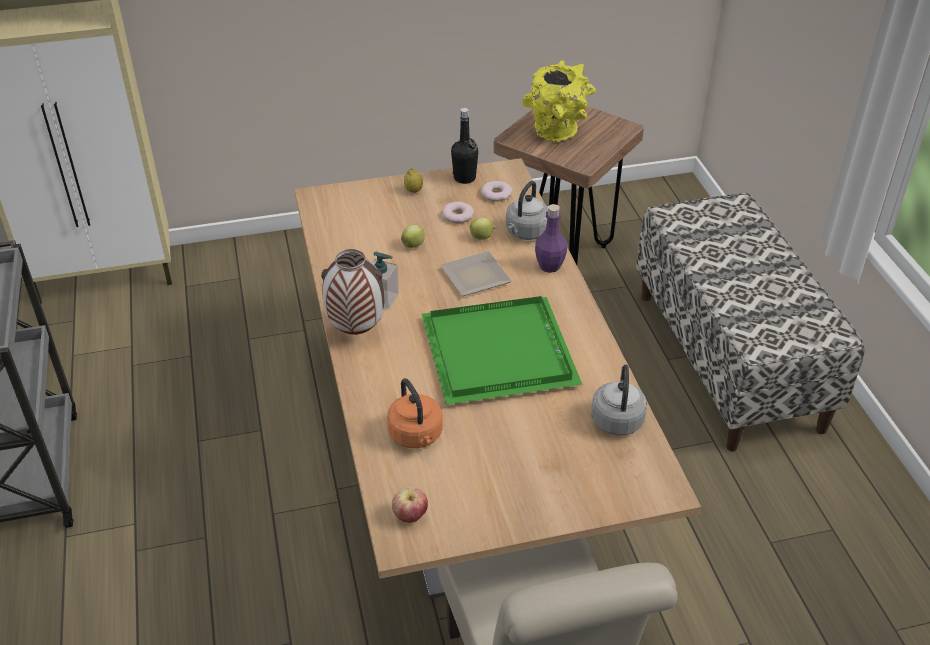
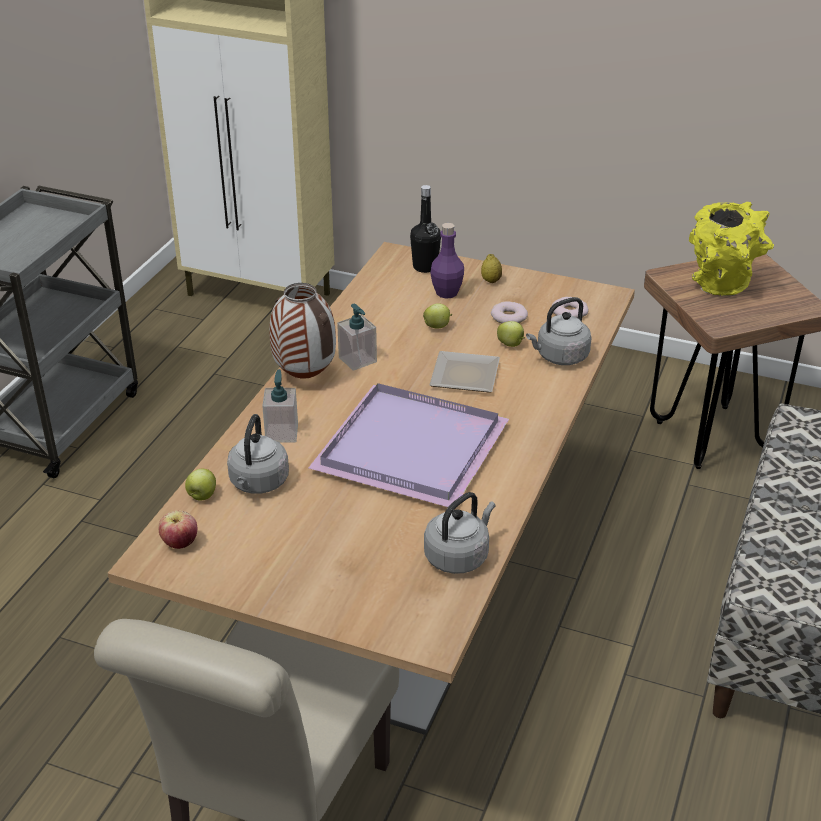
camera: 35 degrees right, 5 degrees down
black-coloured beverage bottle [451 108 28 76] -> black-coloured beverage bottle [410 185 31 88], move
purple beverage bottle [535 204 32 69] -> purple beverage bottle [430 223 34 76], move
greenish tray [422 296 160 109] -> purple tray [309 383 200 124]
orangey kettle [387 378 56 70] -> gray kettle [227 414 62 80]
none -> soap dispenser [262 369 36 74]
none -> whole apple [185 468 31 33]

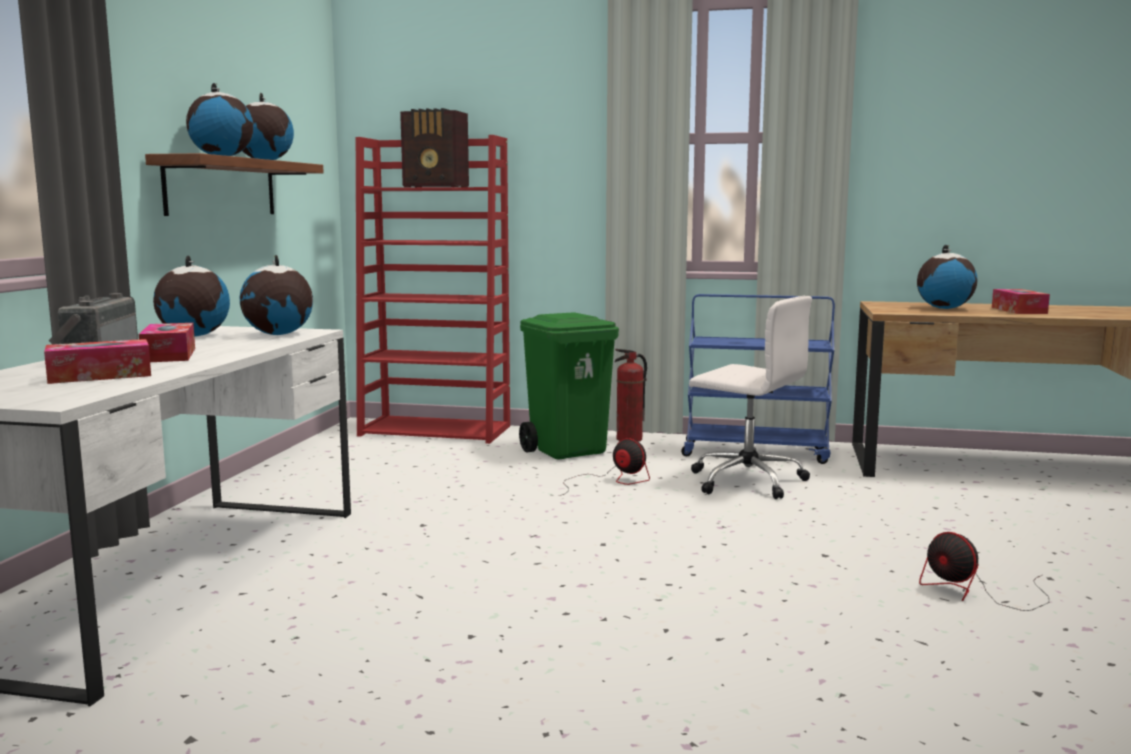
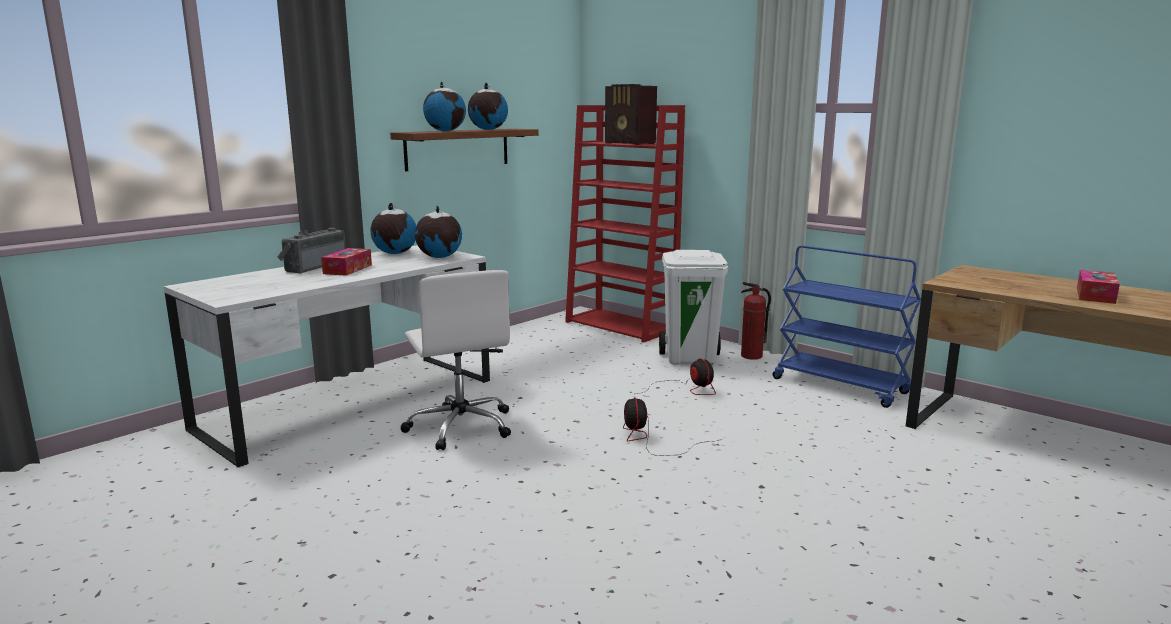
camera: 30 degrees right, 5 degrees up
desk globe [917 245 60 64] -> none
white computer chair [689 296 123 203] -> white computer chair [400 270 111 180], move
greenish waste bin [519 312 100 147] -> white waste bin [659 250 69 115]
tissue holder [44 339 107 45] -> none
cooling fan [919 532 130 79] -> cooling fan [623 397 92 59], move

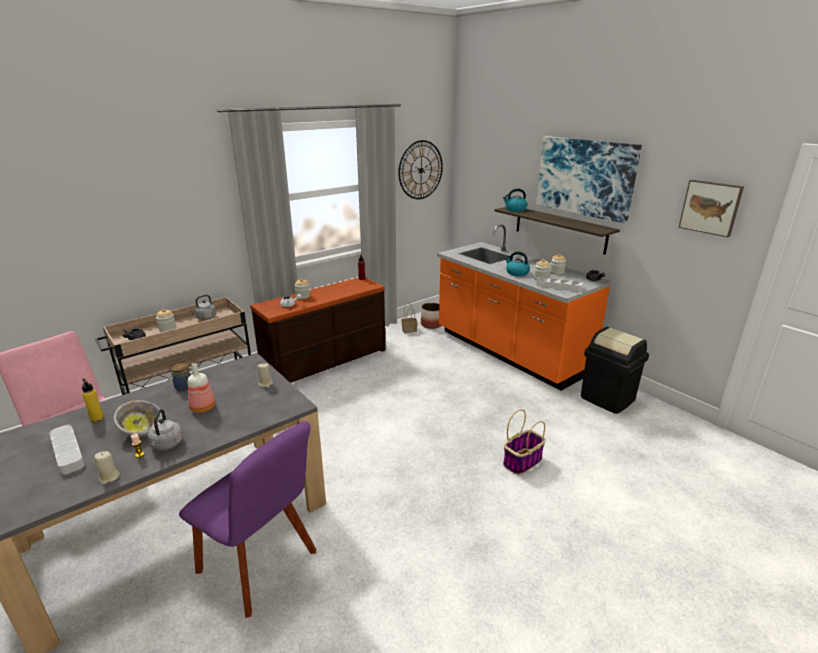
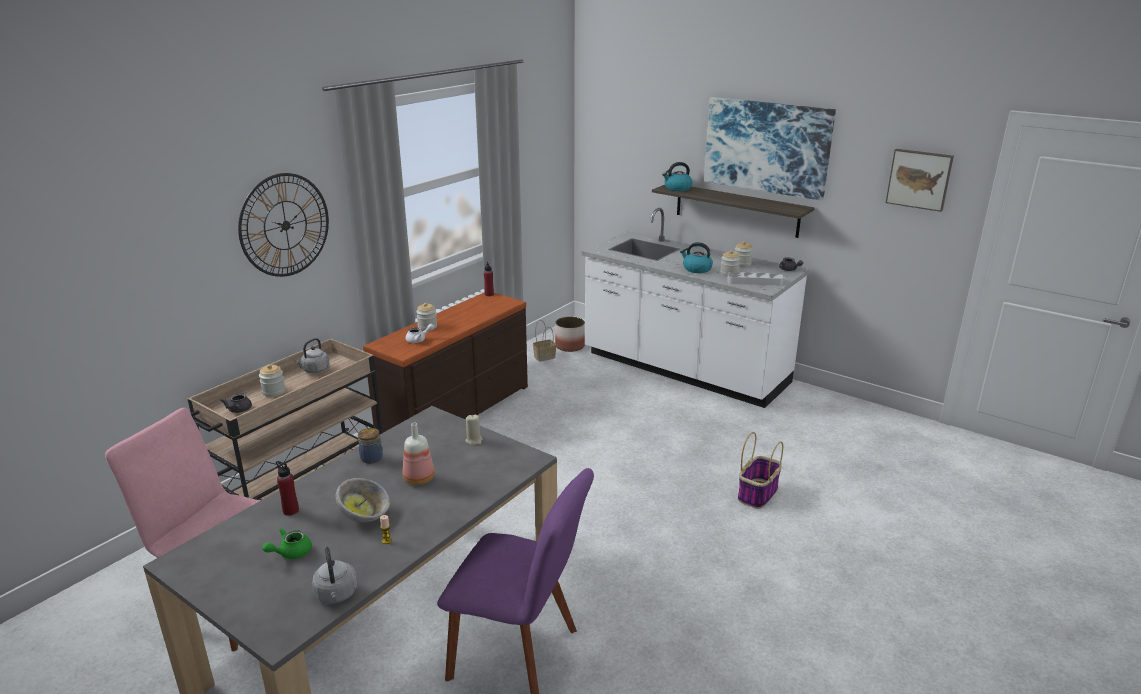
camera: 15 degrees left, 0 degrees up
wall clock [399 140 44 59] -> wall clock [238 173 91 104], move
orangey kitchen base unit [437 224 175 167] -> white kitchen base unit [582 208 227 200]
black-coloured waste bin [581 327 68 87] -> none
yellowish beverage bottle [82 378 22 44] -> red-coloured beverage bottle [276 461 23 55]
gray kettle [147 409 36 41] -> gray kettle [312 547 45 57], move
gray tray [49 425 36 49] -> greenish pot for tea [262 528 50 31]
sand-coloured wax light [94 451 26 34] -> none

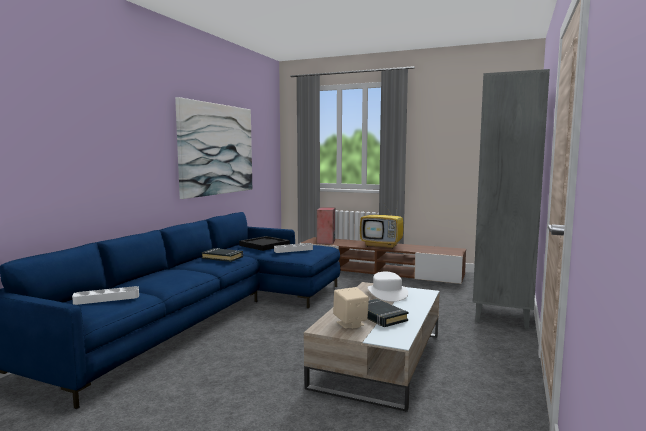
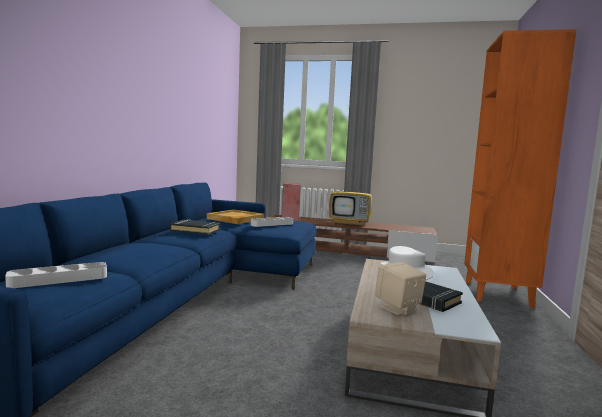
camera: 10 degrees left, 0 degrees up
gray bookshelf [473 69 77 260] -> orangey bookshelf [464 29 113 279]
wall art [175 97 77 102] -> none
black-coloured tray [239 236 51 15] -> sand-coloured tray [207 209 57 15]

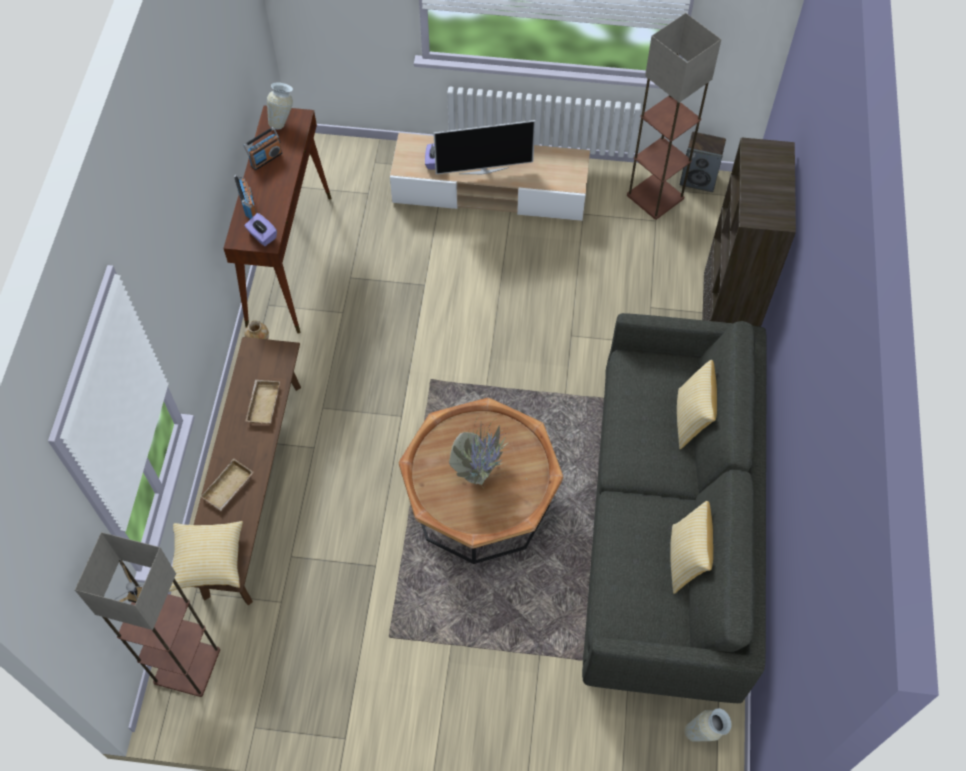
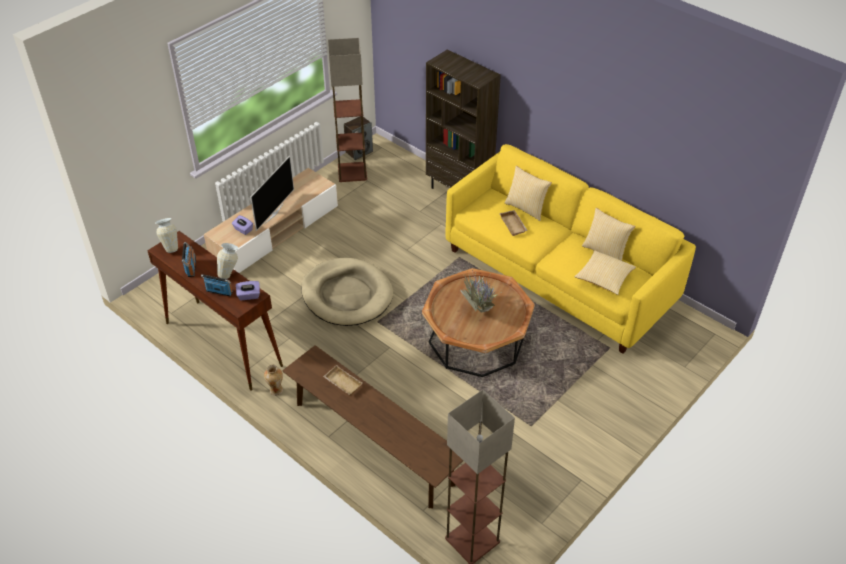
camera: 55 degrees left, 15 degrees down
gray sofa [582 313 185 390] -> yellowish sofa [446 144 250 209]
sand-coloured tray [200 458 53 53] -> sand-coloured tray [499 210 29 26], move
throw pillow [169 521 74 71] -> throw pillow [575 250 61 45], move
decorative vase [685 708 46 34] -> decorative vase [217 243 21 36], move
none -> sand-coloured pet bed [301 257 92 69]

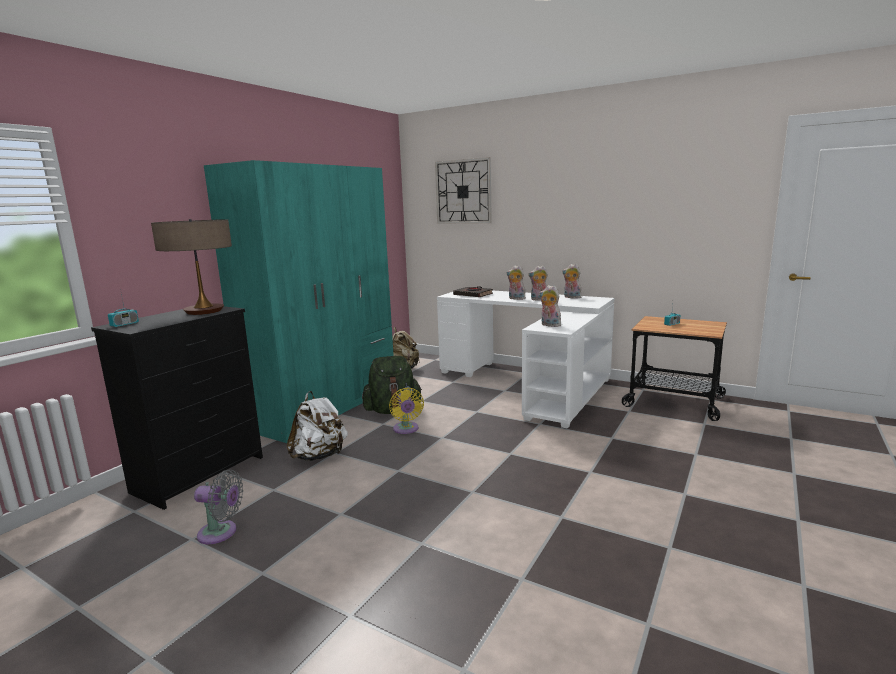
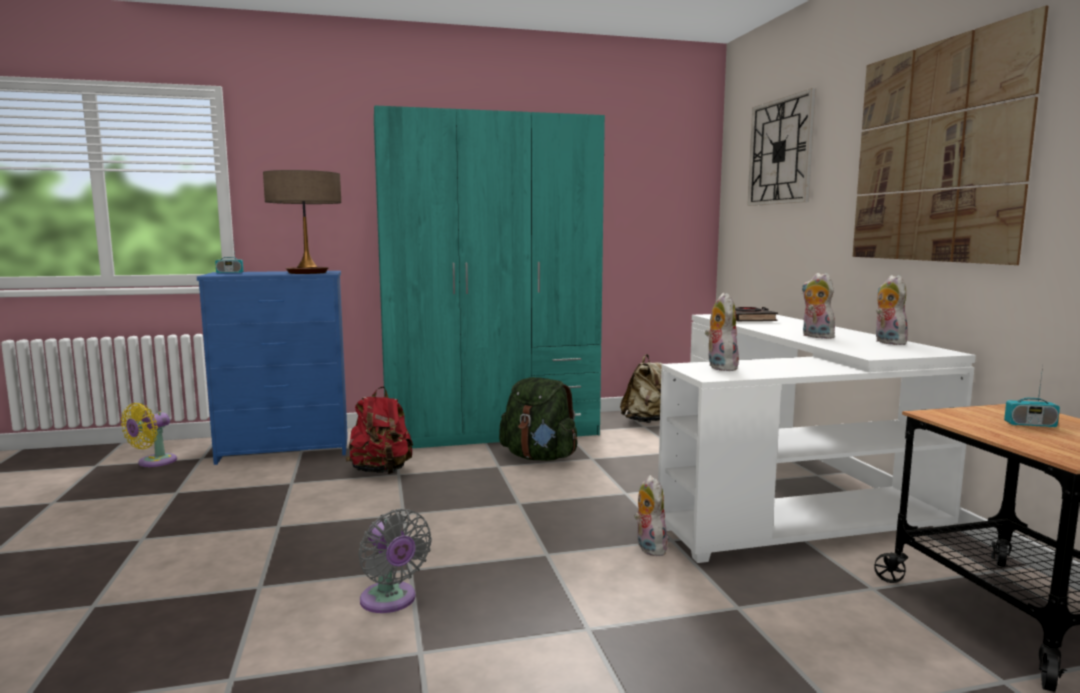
camera: 45 degrees right, 5 degrees down
plush toy [506 265 20 35] -> plush toy [634 475 34 81], move
black-coloured drawer chest [91 306 172 204] -> bluish drawer chest [197 271 151 194]
yellowish cooling fan [389 387 35 47] -> yellowish cooling fan [121 403 56 64], move
white rucksack [287 391 61 70] -> red-coloured rucksack [346 387 67 87]
gray cooling fan [194 470 49 74] -> gray cooling fan [358 509 74 104], move
none -> wall art [853 5 195 260]

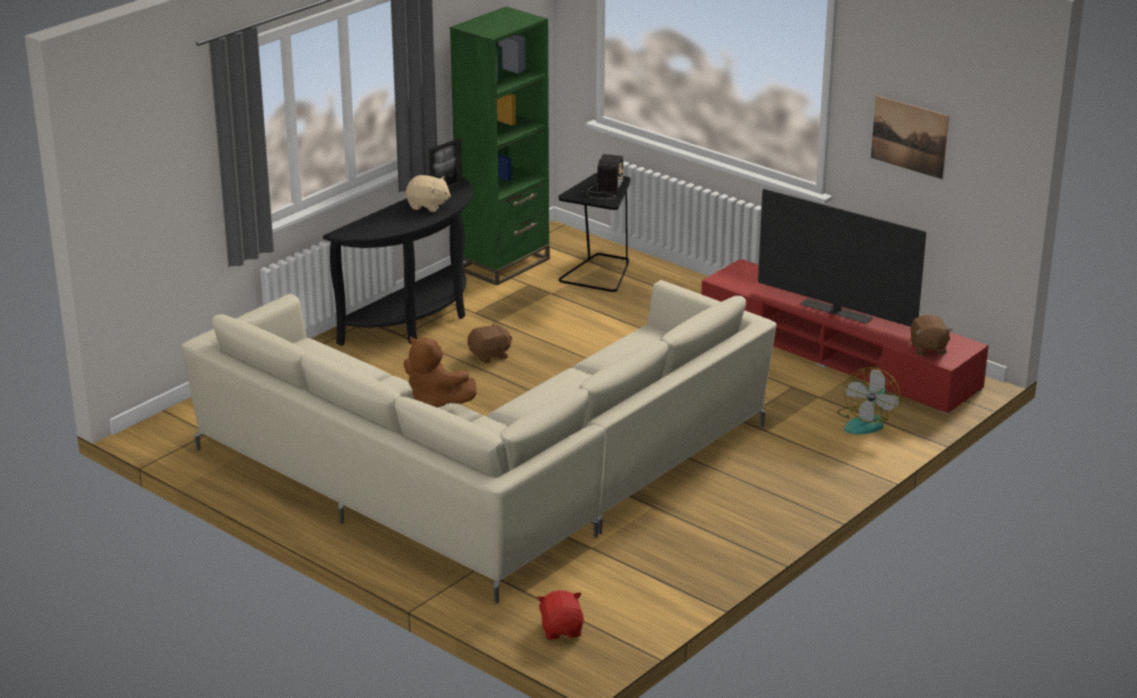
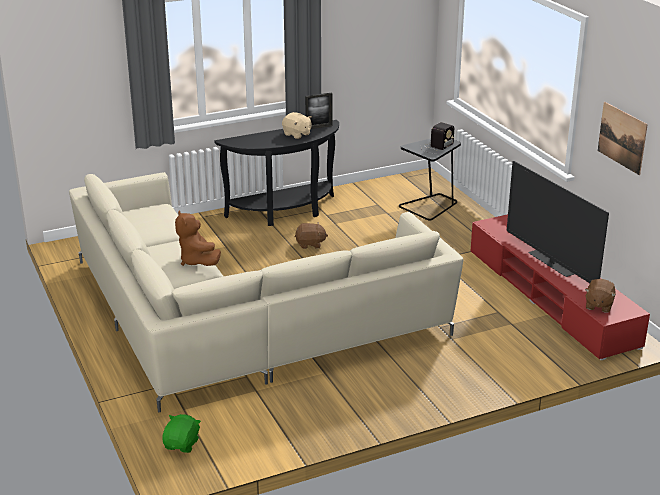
camera: 25 degrees right, 0 degrees up
greenish bookshelf [450 7 100 278] -> none
cooling fan [837 367 64 67] -> none
red-coloured plush toy [537 590 47 50] -> greenish plush toy [162 414 39 39]

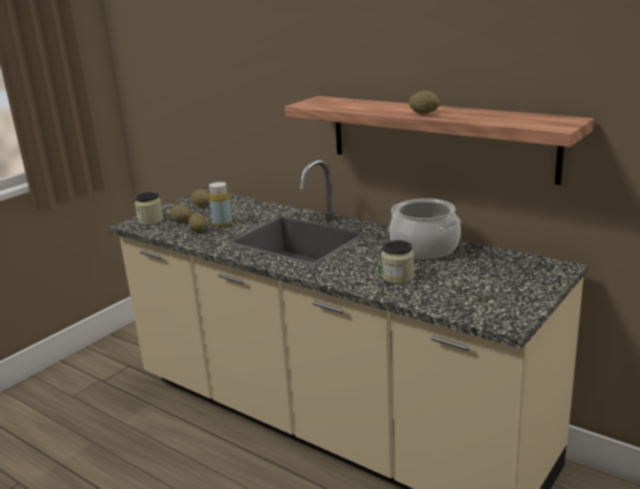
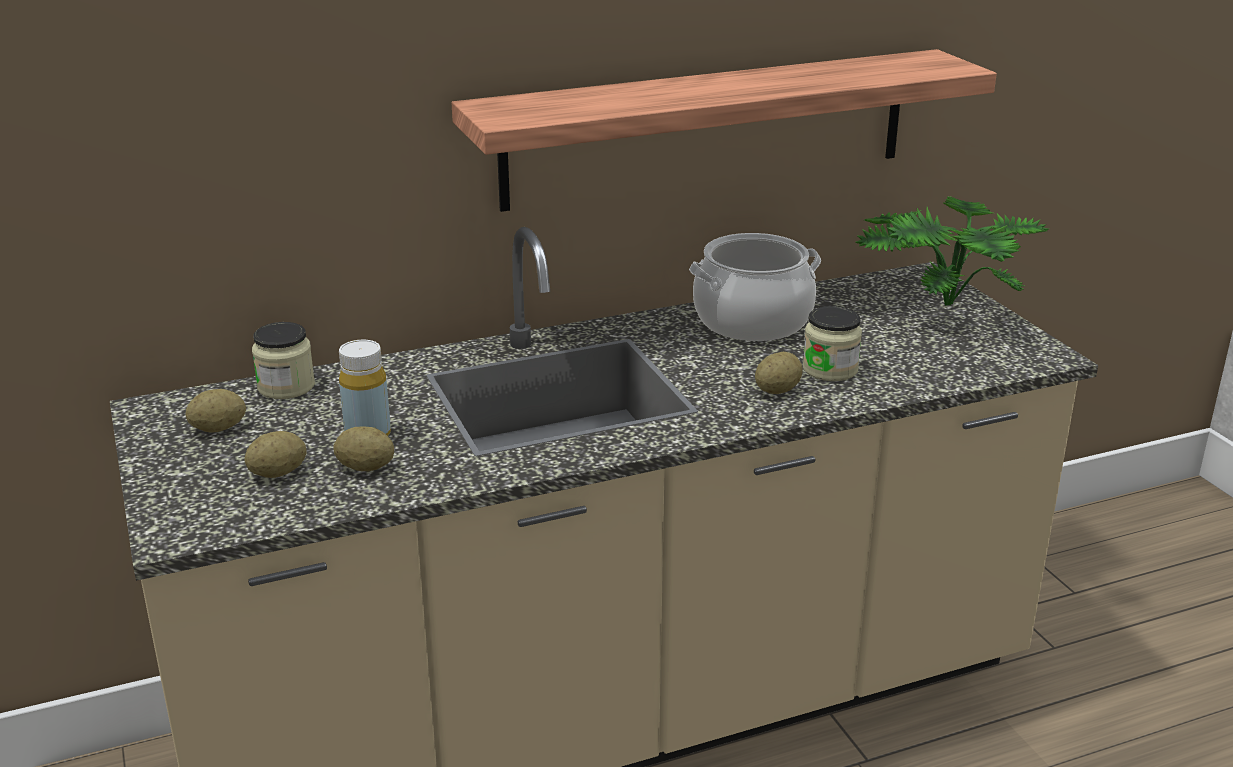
camera: 60 degrees left, 5 degrees up
potato [409 91 31 23] -> potato [755 352 48 42], move
preserve jar [135 192 28 33] -> preserve jar [252 322 63 77], move
none -> potted plant [856 196 193 110]

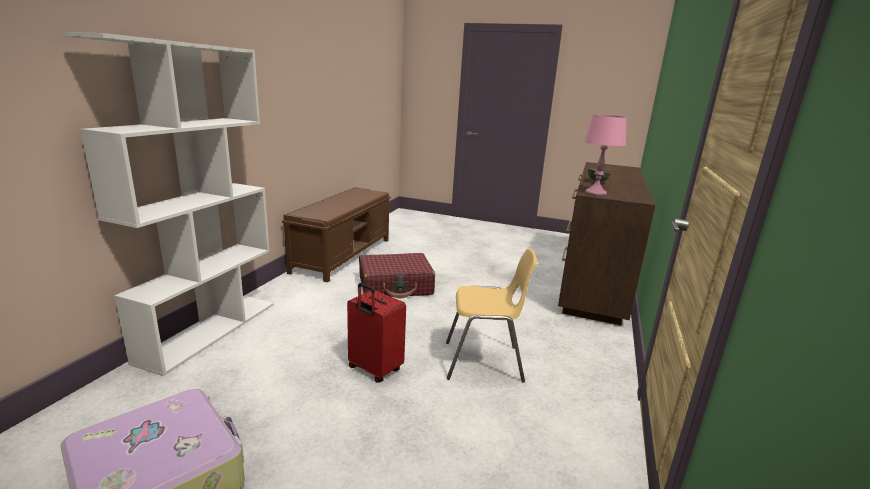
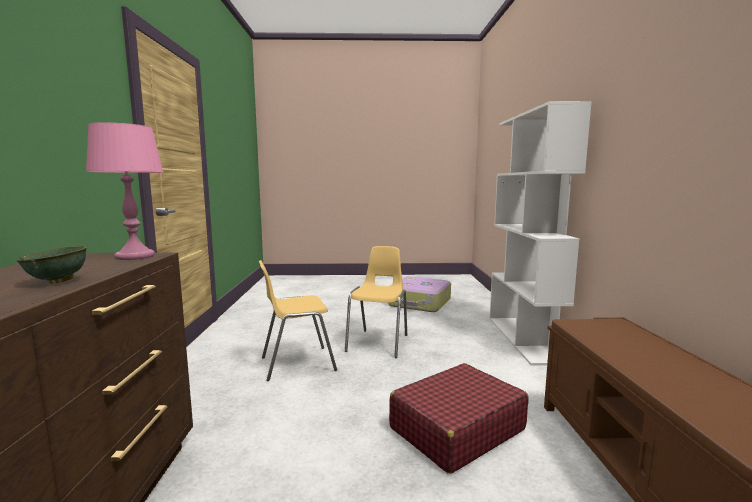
camera: 160 degrees right, 10 degrees down
red-coloured suitcase [347 283 59 100] -> yellowish chair [345 246 62 112]

